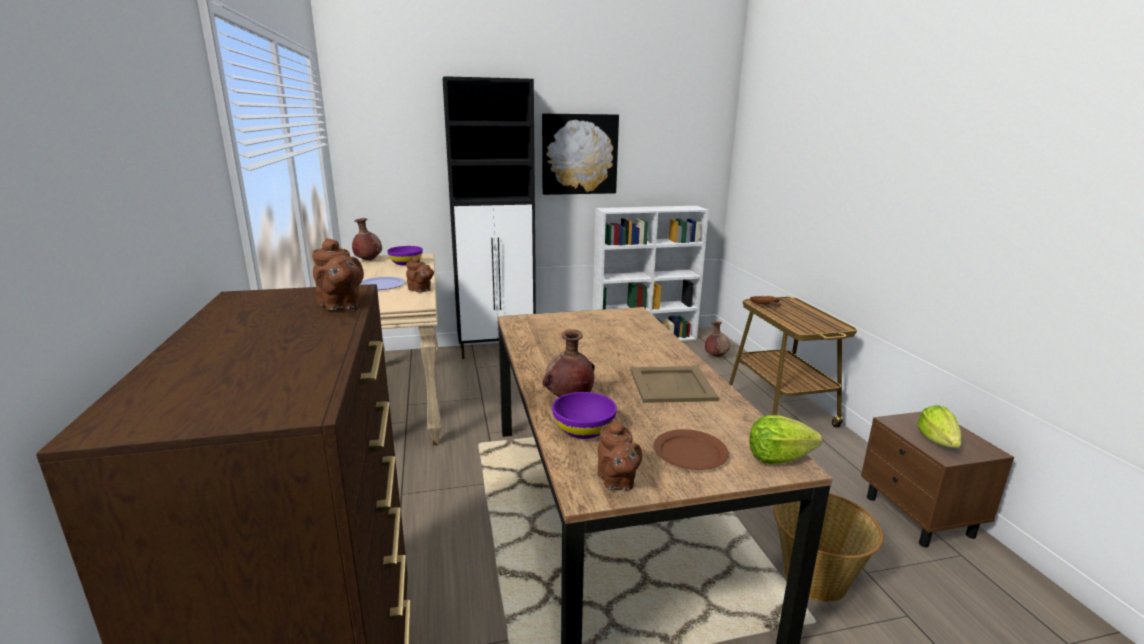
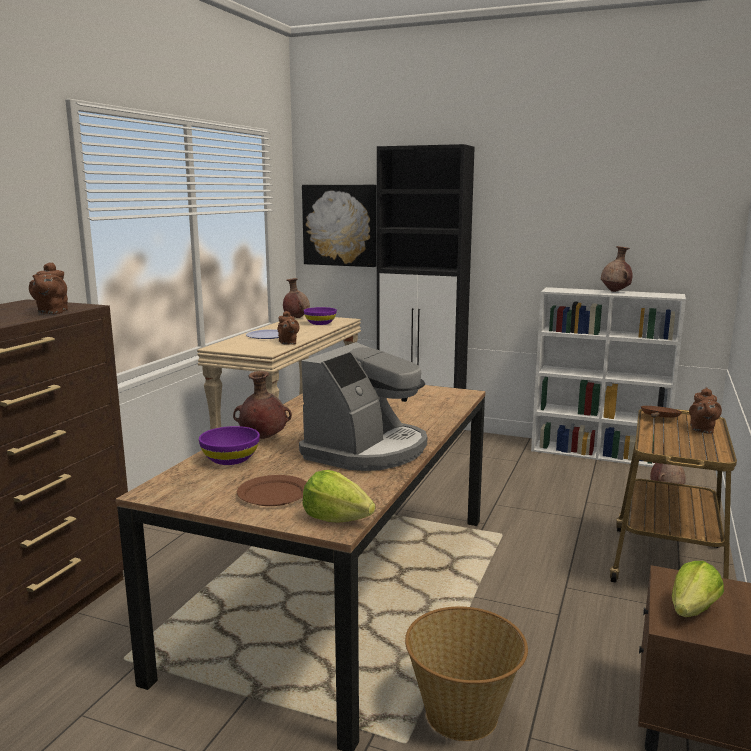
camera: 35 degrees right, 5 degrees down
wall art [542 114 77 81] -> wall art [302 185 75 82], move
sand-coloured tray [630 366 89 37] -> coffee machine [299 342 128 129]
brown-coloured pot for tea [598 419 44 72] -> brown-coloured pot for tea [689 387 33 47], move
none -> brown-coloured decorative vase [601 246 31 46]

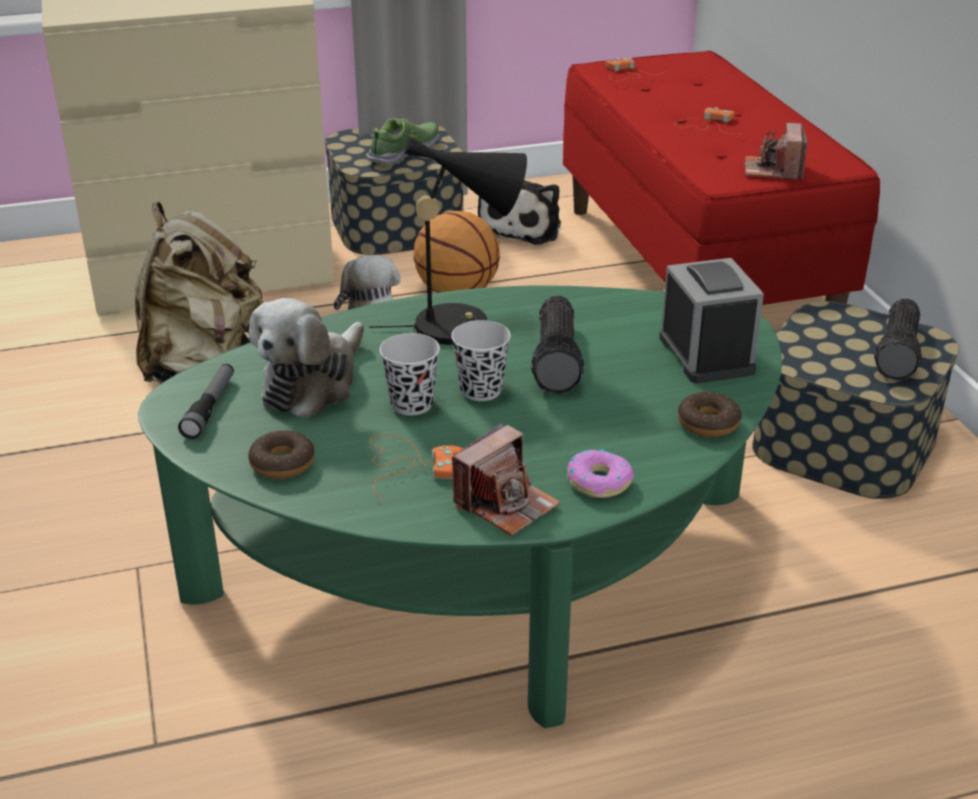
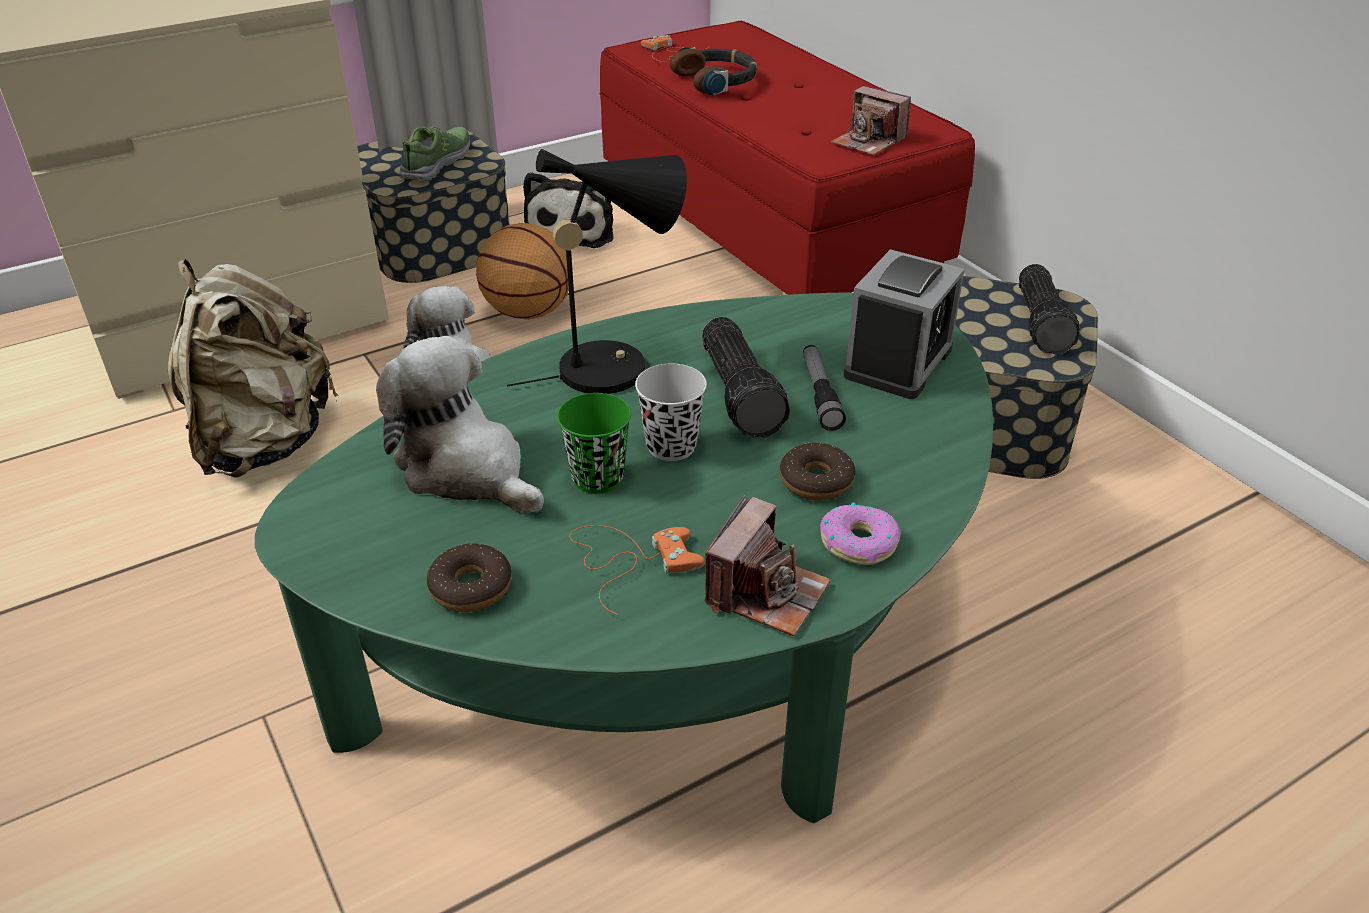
camera: 15 degrees left, 5 degrees up
orangey game controller [675 107 67 27] -> none
still camera [744 123 63 56] -> still camera [831 86 80 69], 45 degrees counterclockwise
alarm clock [659 258 105 125] -> alarm clock [844 249 121 150], 60 degrees clockwise
plush toy [249 298 115 120] -> plush toy [376 336 168 177], 120 degrees clockwise
black-coloured cup [380 333 60 82] -> greenish cup [557 393 74 101]
hand torch [178 364 56 75] -> hand torch [803 345 43 86], move
doughnut [678 391 64 46] -> doughnut [780 442 76 58], move
none -> pair of headphones [670 47 87 49]

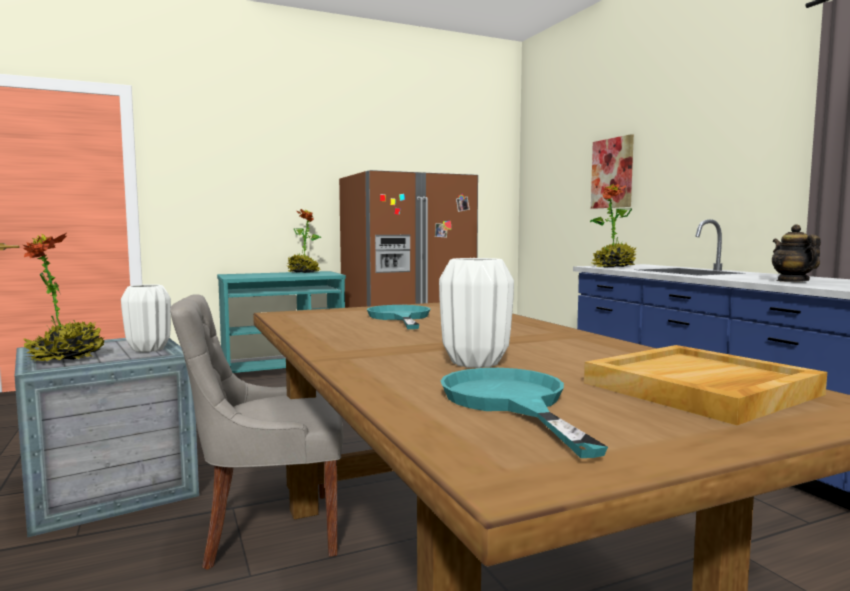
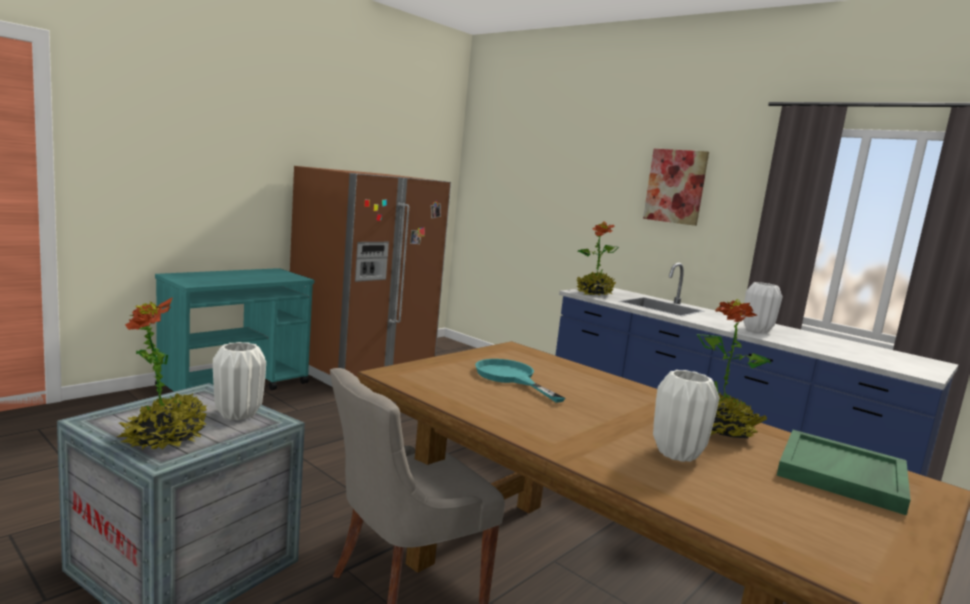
camera: 25 degrees left, 5 degrees up
wall art [591 134 43 75] -> wall art [643 149 66 77], move
potted plant [287 209 34 64] -> potted plant [697 299 74 139], move
pot for tea [772 224 49 58] -> white decorative vase [743 282 40 51]
sand-coloured tray [584 345 243 80] -> greenish tray [777 430 134 85]
turquoise-coloured pan [440 368 168 90] -> none

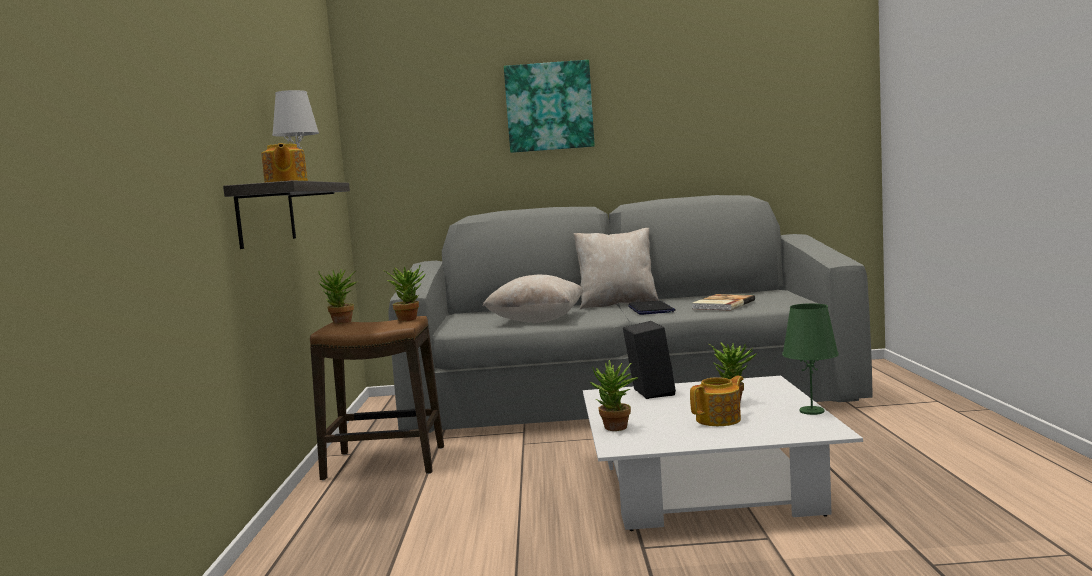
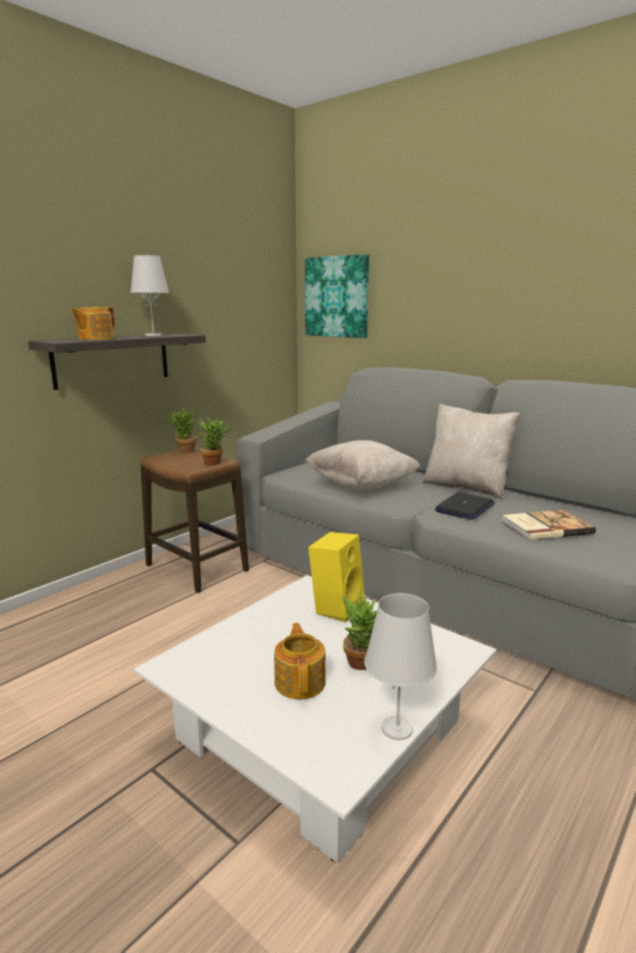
camera: 40 degrees right, 10 degrees up
wall art [504 60 91 93] -> wall art [305 254 64 84], move
greenish tabletop lamp [782 303 57 112] -> white tabletop lamp [364 593 73 147]
black-coloured audio speaker [623 321 53 78] -> yellowish audio speaker [308 532 57 90]
potted plant [590 360 48 71] -> none
pot for tea [690 376 53 50] -> pot for tea [274 623 51 76], 105 degrees counterclockwise

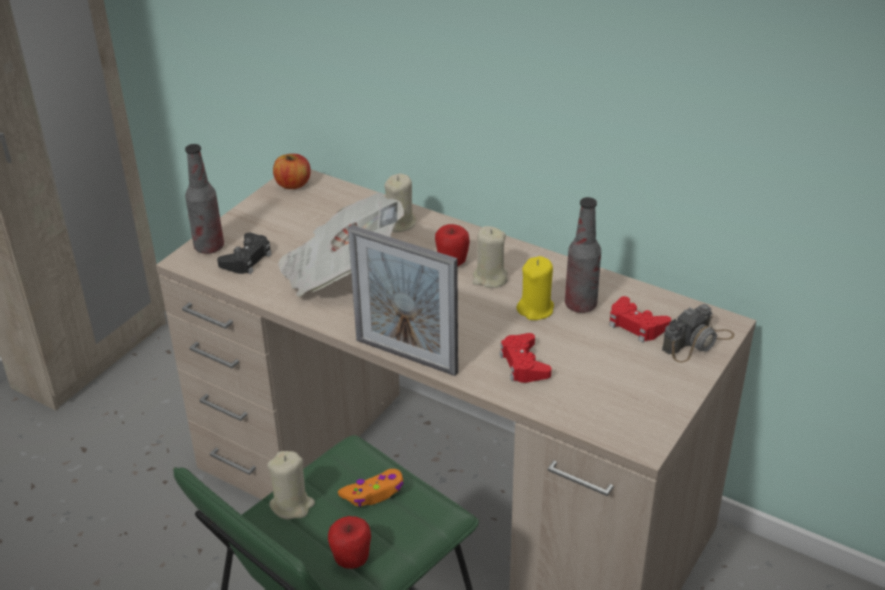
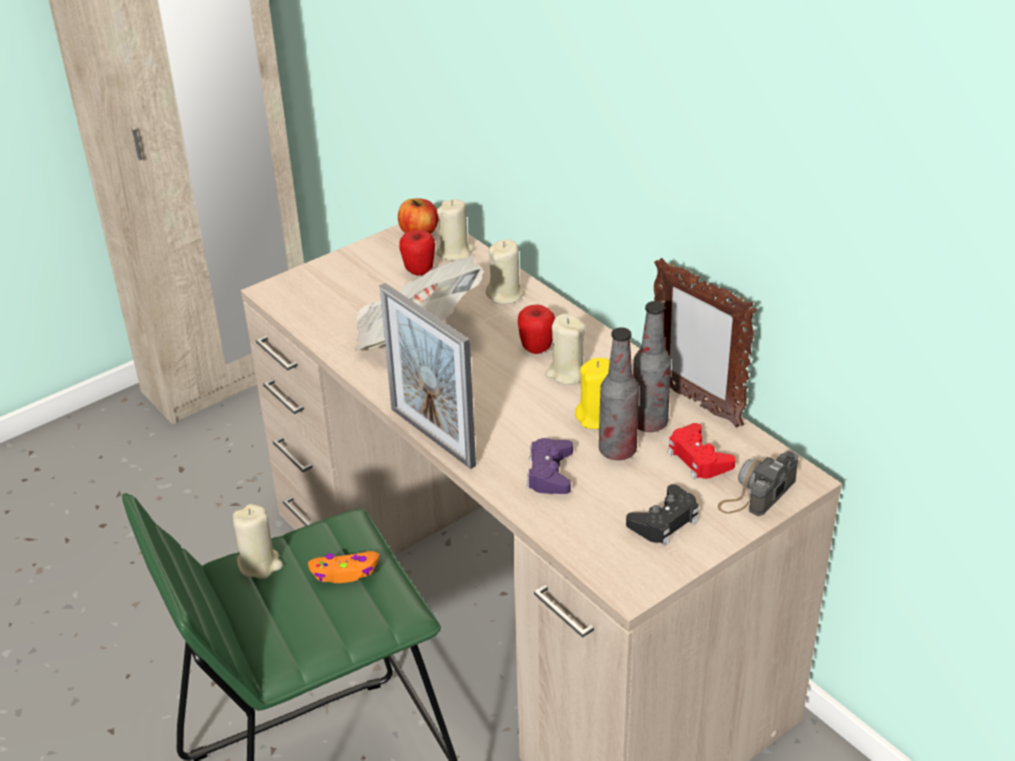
camera: 20 degrees right, 0 degrees up
beverage bottle [185 144 39 110] -> beverage bottle [599 327 40 133], move
black-coloured game controller [217 233 55 41] -> black-coloured game controller [626 484 73 61], move
still camera [662 304 73 59] -> still camera [718 451 80 65], 150 degrees clockwise
red-coloured game controller [499 333 52 50] -> purple game controller [527 438 46 56]
whole apple [328 516 43 53] -> whole apple [399 230 36 45], move
none -> sand-coloured wax light [436 199 38 62]
none -> standing frame [654 258 103 170]

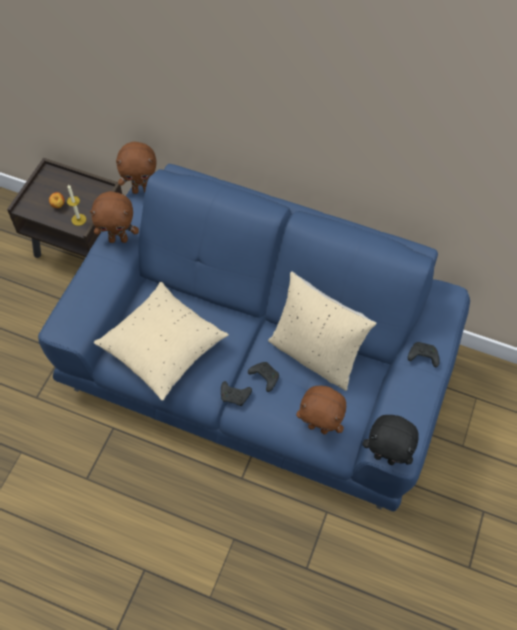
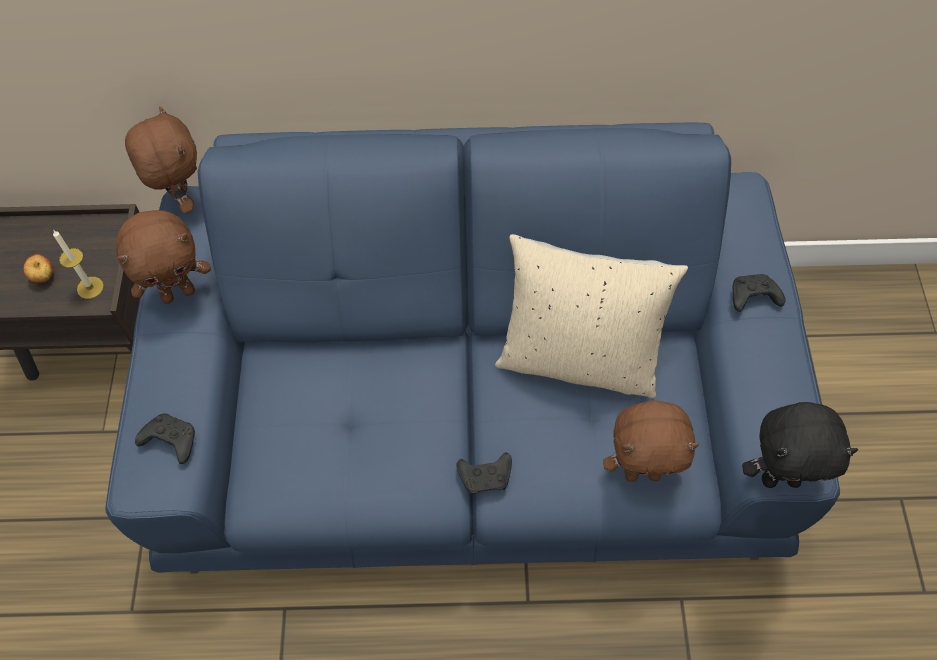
camera: 20 degrees left, 0 degrees up
brown-coloured plush toy [116 142 40 52] -> brown-coloured plush toy [125 106 72 108], 90 degrees counterclockwise
sand-coloured throw pillow [94 282 135 119] -> none
black-coloured game controller [248 362 31 30] -> black-coloured game controller [135 413 60 51], move

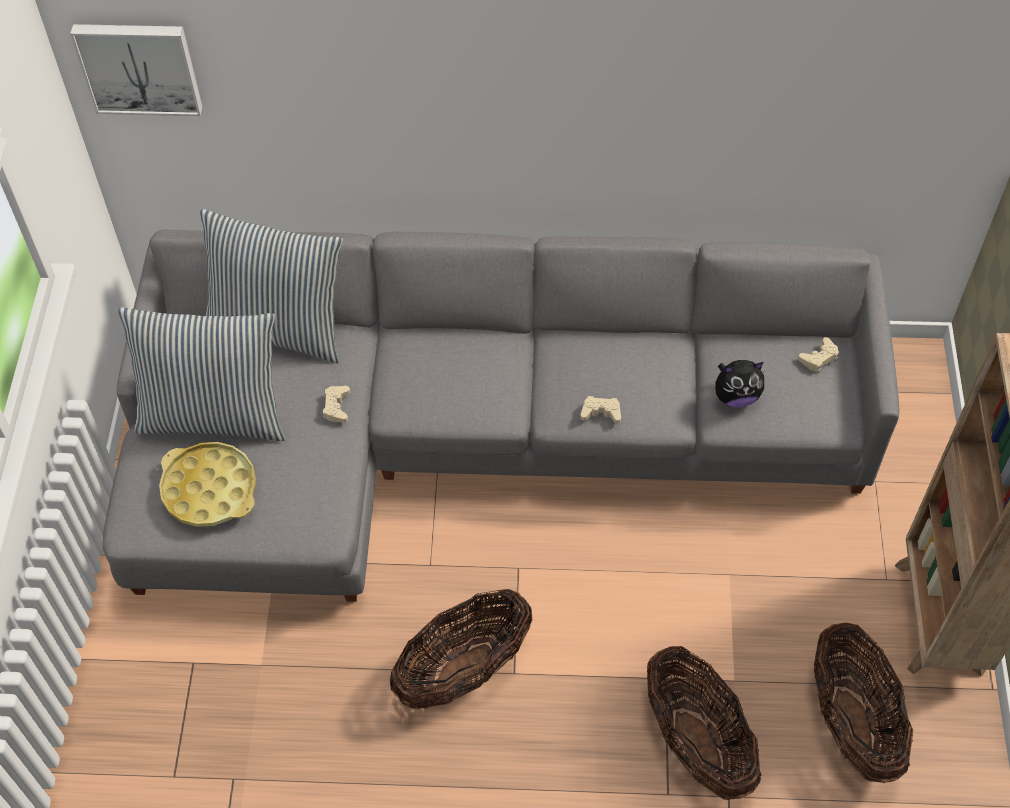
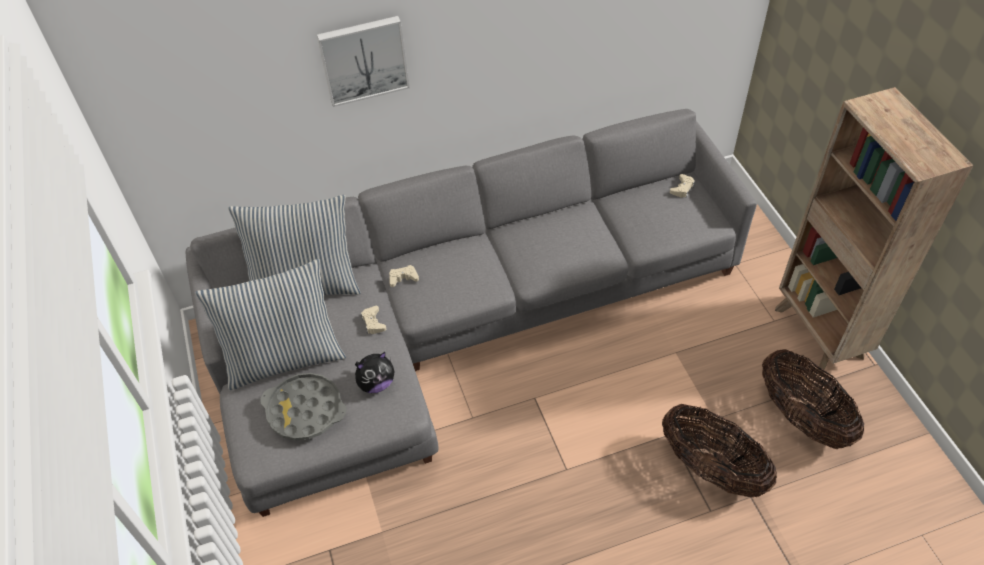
camera: 20 degrees left, 5 degrees down
wall art [70 24 132 92] -> wall art [317 16 93 91], move
plush toy [715 360 49 48] -> plush toy [355 352 40 41], move
sand-coloured game controller [580 396 41 27] -> sand-coloured game controller [389 265 30 22], move
yellowish tray [159 442 97 85] -> gray tray [260 373 87 68]
household basket [390 589 143 120] -> none

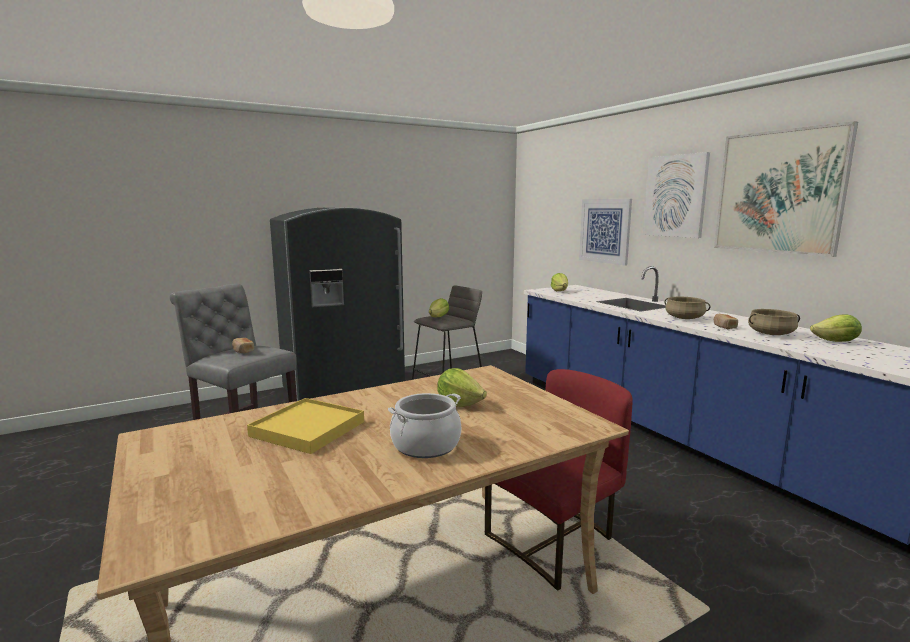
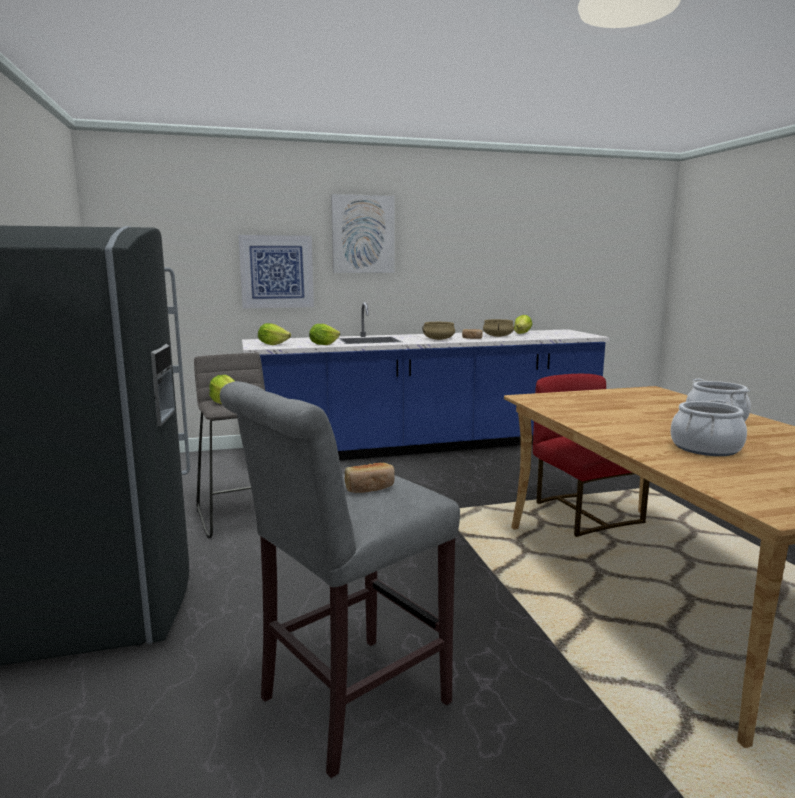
camera: 75 degrees left, 0 degrees up
wall art [714 121 144 136] -> none
head of lettuce [437 368 50 39] -> head of lettuce [309 324 31 21], move
yellowish tray [247 398 117 56] -> stockpot [671 399 76 57]

